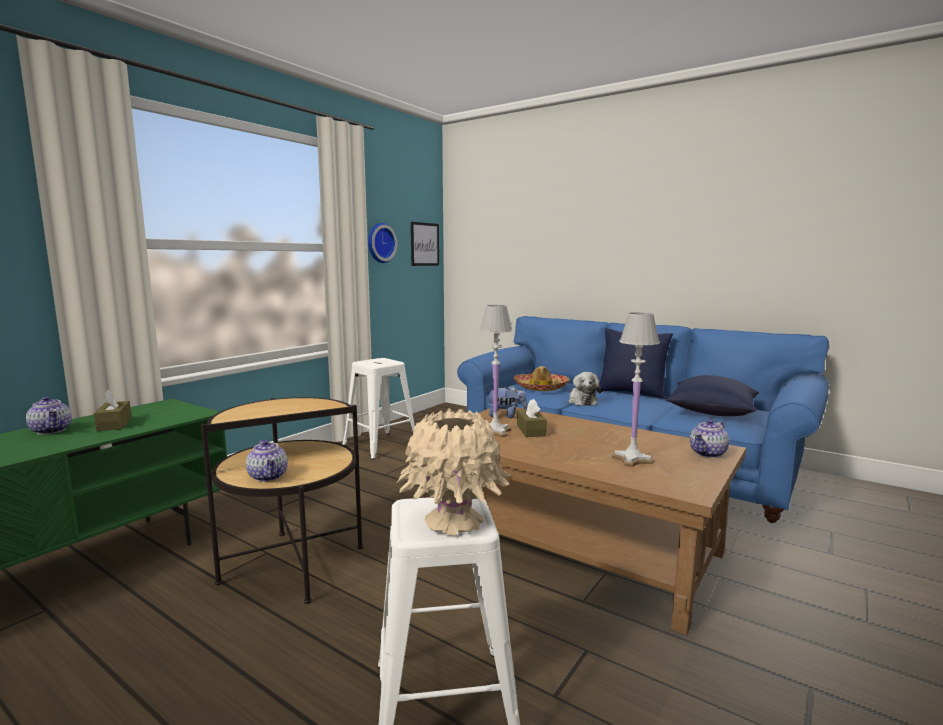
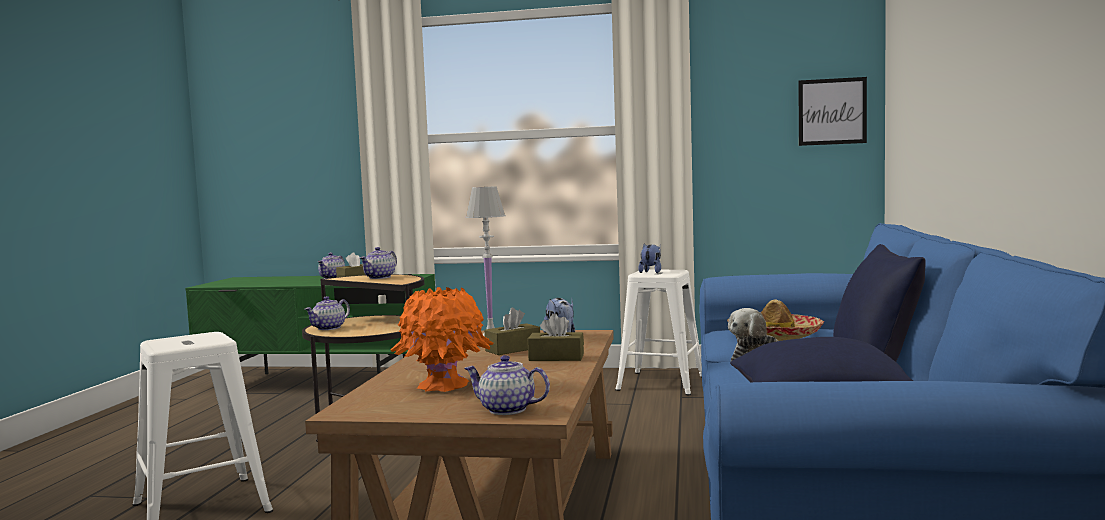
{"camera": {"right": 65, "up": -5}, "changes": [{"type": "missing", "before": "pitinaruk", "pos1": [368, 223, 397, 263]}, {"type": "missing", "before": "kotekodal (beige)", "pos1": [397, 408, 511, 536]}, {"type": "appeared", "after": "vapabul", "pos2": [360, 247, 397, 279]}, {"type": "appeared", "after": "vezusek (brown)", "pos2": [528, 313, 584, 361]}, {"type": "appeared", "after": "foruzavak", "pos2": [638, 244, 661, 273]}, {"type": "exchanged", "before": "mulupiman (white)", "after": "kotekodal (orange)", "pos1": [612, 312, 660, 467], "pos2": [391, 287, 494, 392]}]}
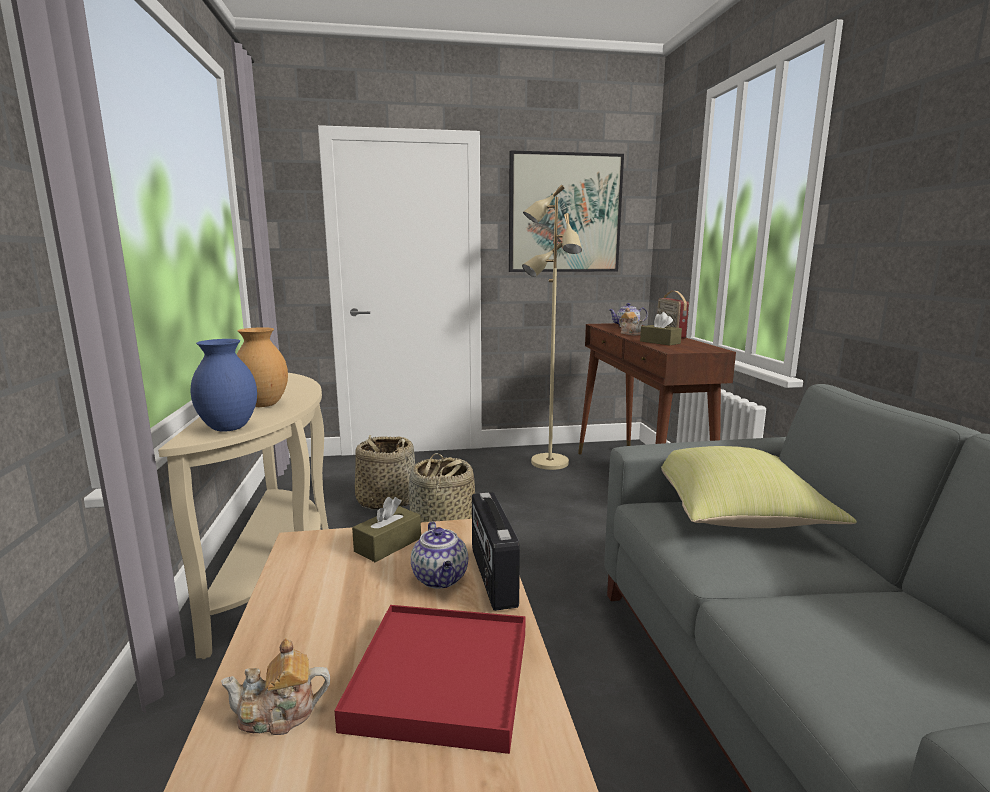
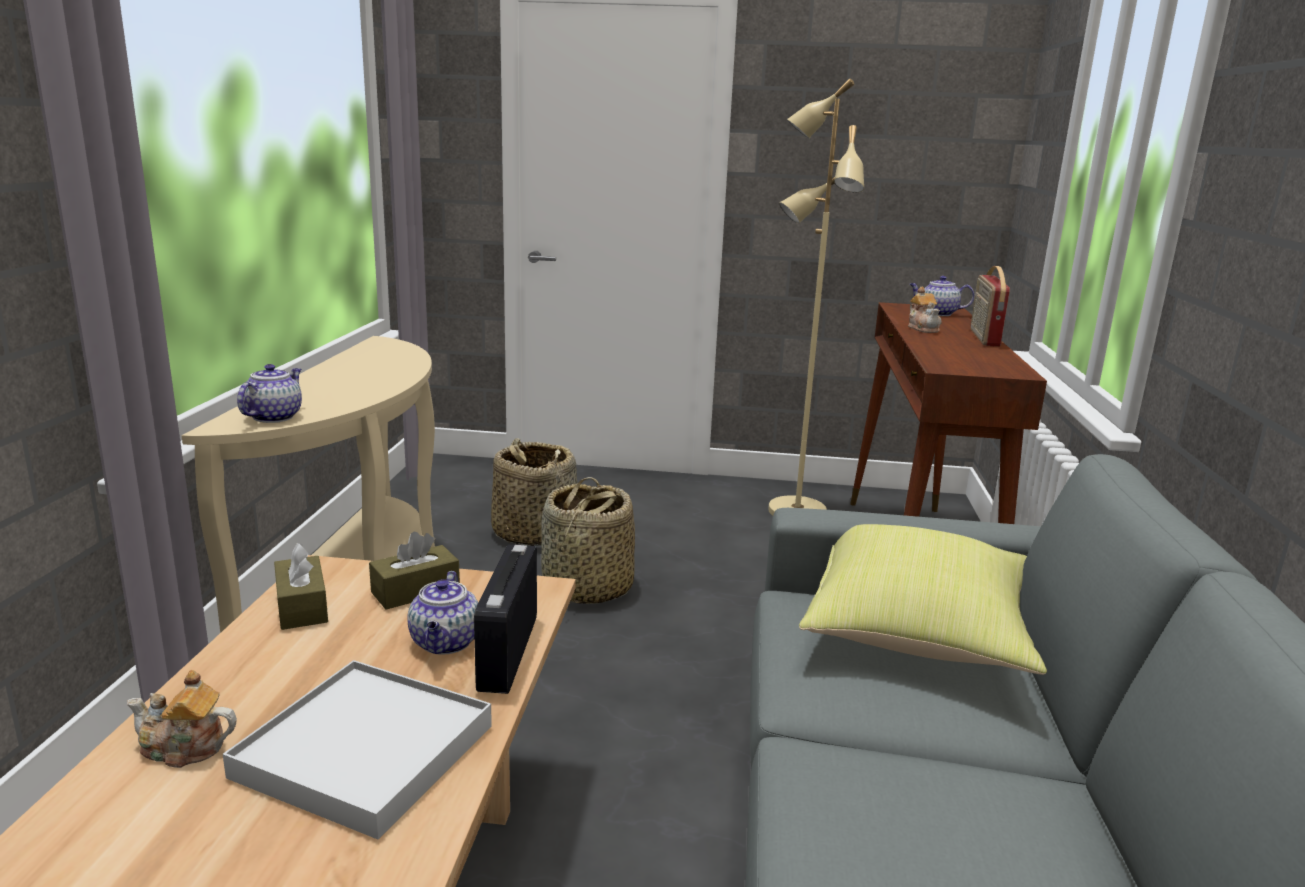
{"camera": {"right": 15, "up": 5}, "changes": [{"type": "missing", "before": "kotekodal (brown)", "pos1": [236, 327, 288, 407]}, {"type": "missing", "before": "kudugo", "pos1": [509, 151, 624, 272]}, {"type": "relocated", "before": "vezusek (brown)", "pos1": [640, 312, 682, 346], "pos2": [274, 543, 328, 630]}, {"type": "exchanged", "before": "kotekodal (blue)", "after": "vapabul", "pos1": [191, 339, 257, 432], "pos2": [237, 364, 302, 423]}, {"type": "colour", "before": "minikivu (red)", "after": "minikivu (white)", "pos1": [334, 605, 526, 754], "pos2": [223, 660, 492, 839]}]}
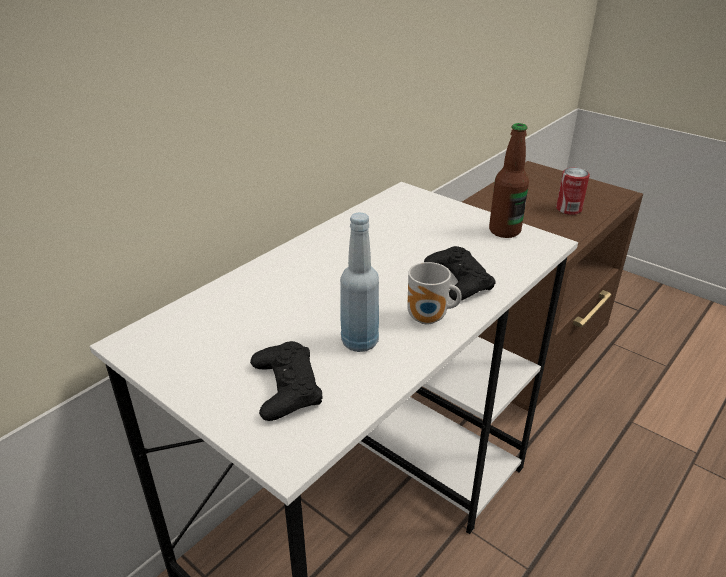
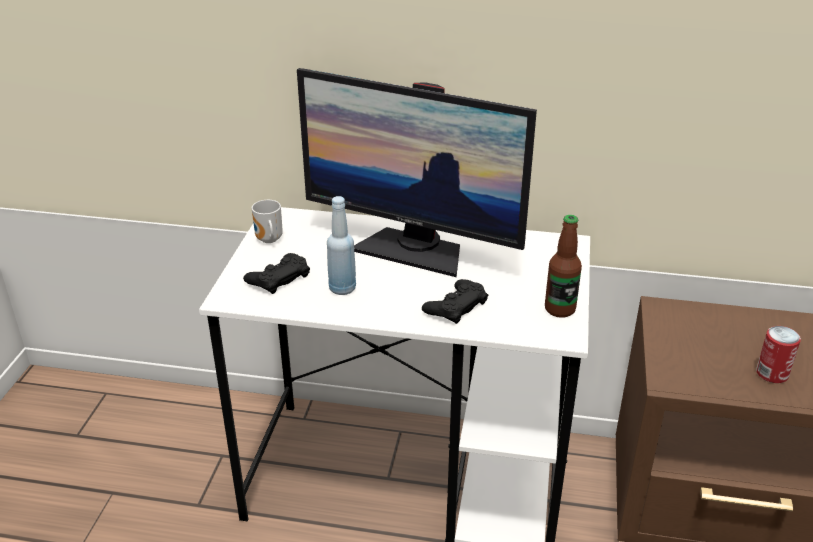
{"camera": {"right": 60, "up": 0}, "changes": [{"type": "appeared", "after": "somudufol", "pos2": [297, 68, 537, 277]}, {"type": "relocated", "before": "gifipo", "pos1": [407, 262, 462, 325], "pos2": [252, 200, 283, 243]}]}
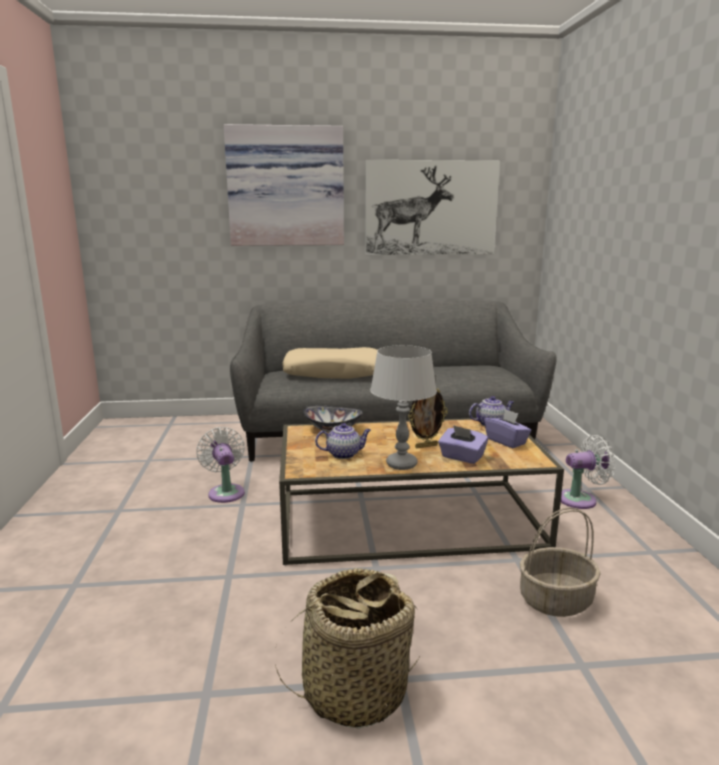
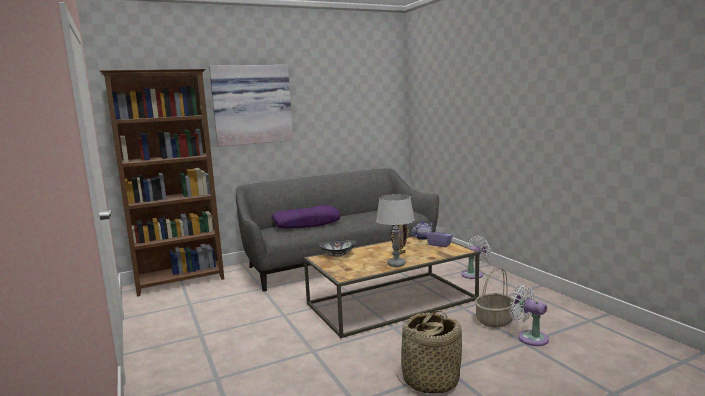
{"camera": {"right": -20, "up": -5}, "changes": [{"type": "missing", "before": "vapabul", "pos1": [315, 423, 371, 459]}, {"type": "missing", "before": "kudugo", "pos1": [365, 160, 500, 255]}, {"type": "missing", "before": "vezusek (purple)", "pos1": [438, 425, 488, 464]}, {"type": "appeared", "after": "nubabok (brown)", "pos2": [100, 69, 224, 297]}, {"type": "relocated", "before": "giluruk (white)", "pos1": [196, 427, 245, 503], "pos2": [509, 285, 549, 346]}, {"type": "colour", "before": "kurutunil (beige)", "after": "kurutunil (purple)", "pos1": [282, 347, 377, 379], "pos2": [272, 205, 340, 229]}]}
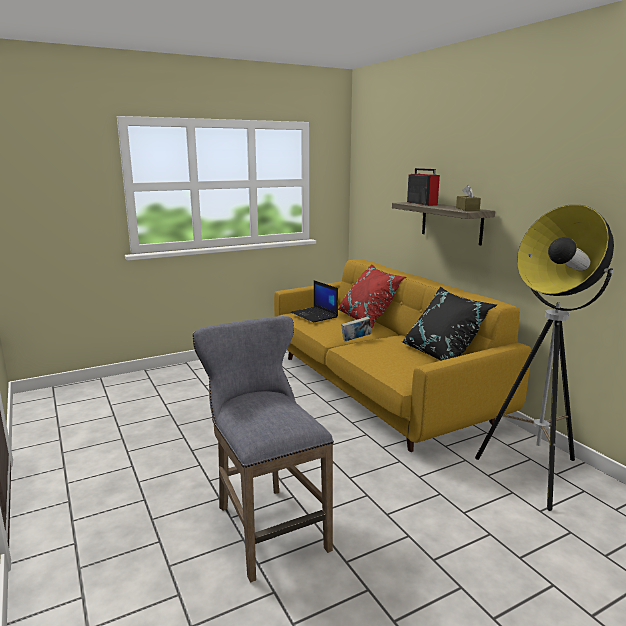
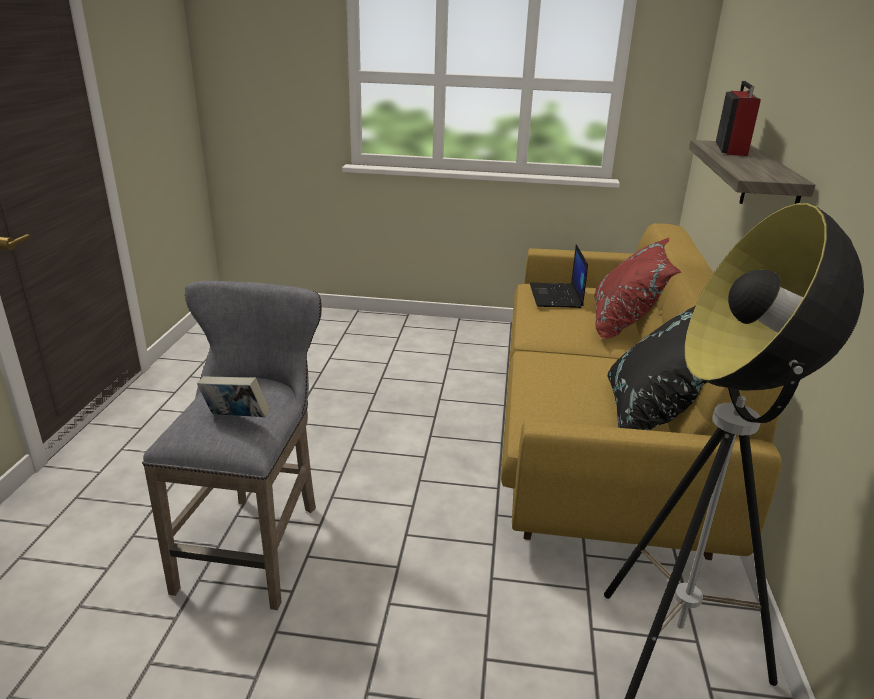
{"camera": {"right": 35, "up": 10}, "changes": [{"type": "missing", "before": "vezusek (brown)", "pos1": [456, 185, 481, 211]}, {"type": "relocated", "before": "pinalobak", "pos1": [341, 316, 371, 341], "pos2": [197, 376, 270, 417]}]}
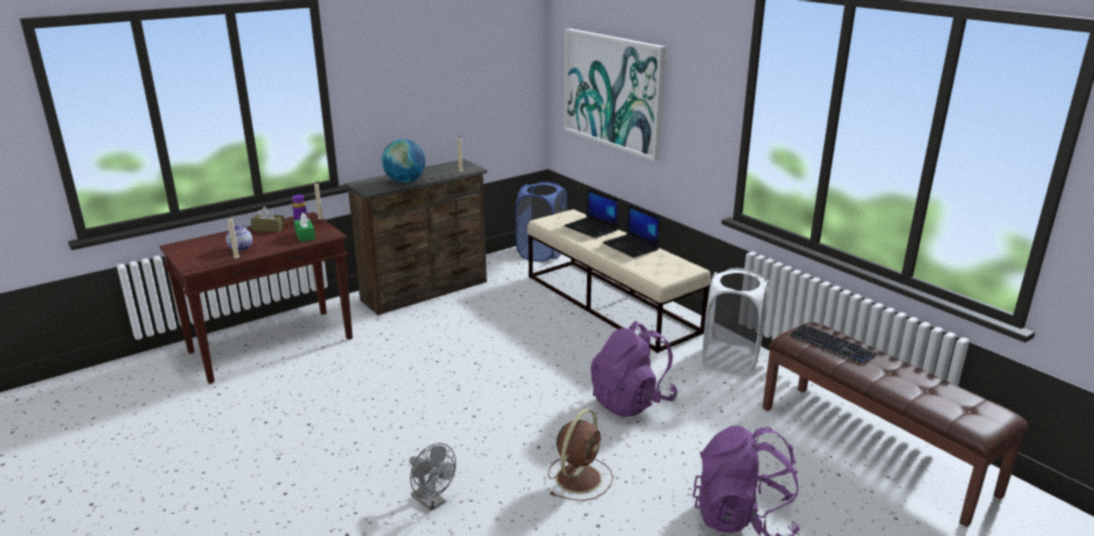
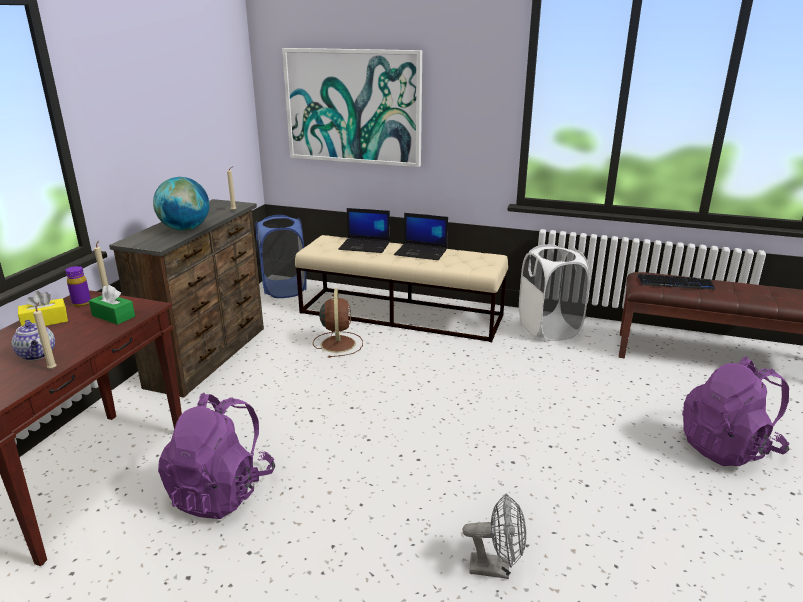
{"camera": {"right": -35, "up": 0}, "changes": [{"type": "relocated", "before": "giluruk (brown)", "pos1": [548, 409, 613, 501], "pos2": [313, 288, 363, 358]}, {"type": "relocated", "before": "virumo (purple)", "pos1": [591, 321, 678, 417], "pos2": [158, 393, 275, 519]}, {"type": "colour", "before": "vezusek (brown)", "after": "vezusek (yellow)", "pos1": [251, 206, 285, 232], "pos2": [18, 291, 68, 326]}]}
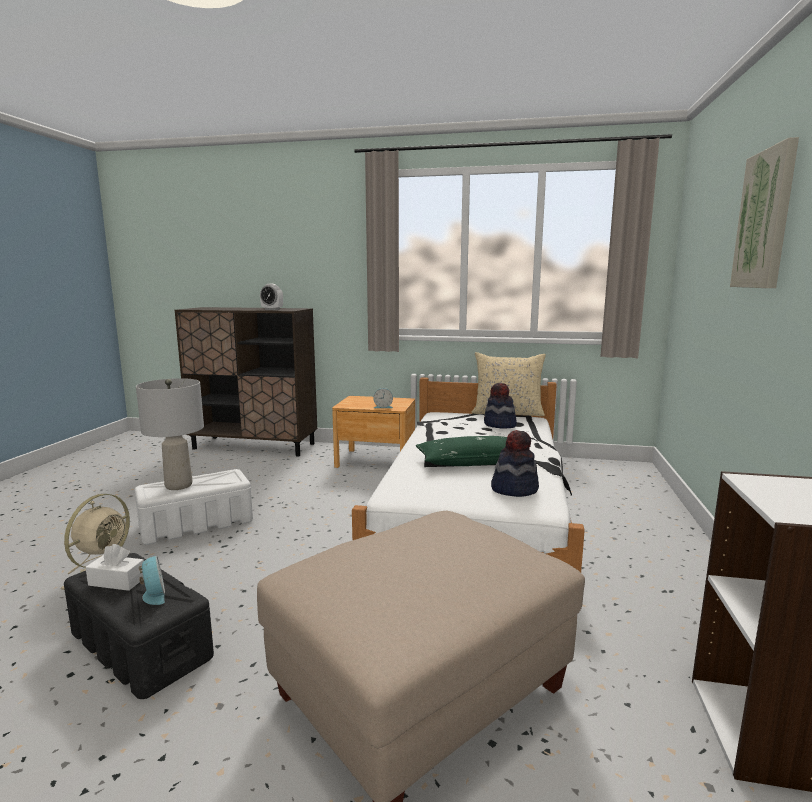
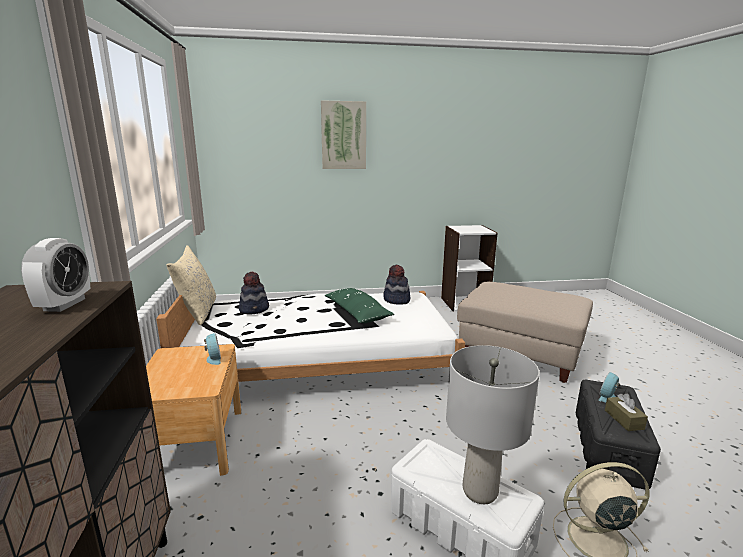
{"camera": {"right": -110, "up": 5}, "changes": [{"type": "colour", "before": "vezusek (white)", "after": "vezusek (brown)", "pos1": [85, 544, 144, 591], "pos2": [605, 394, 648, 431]}]}
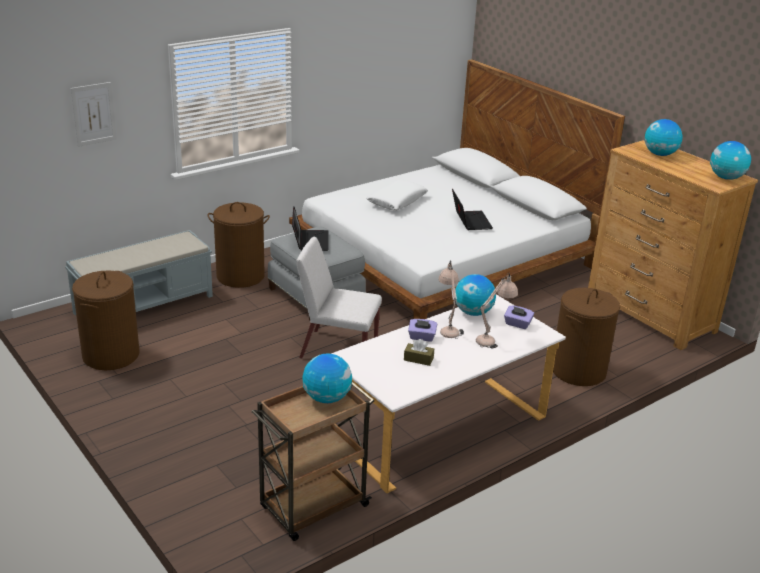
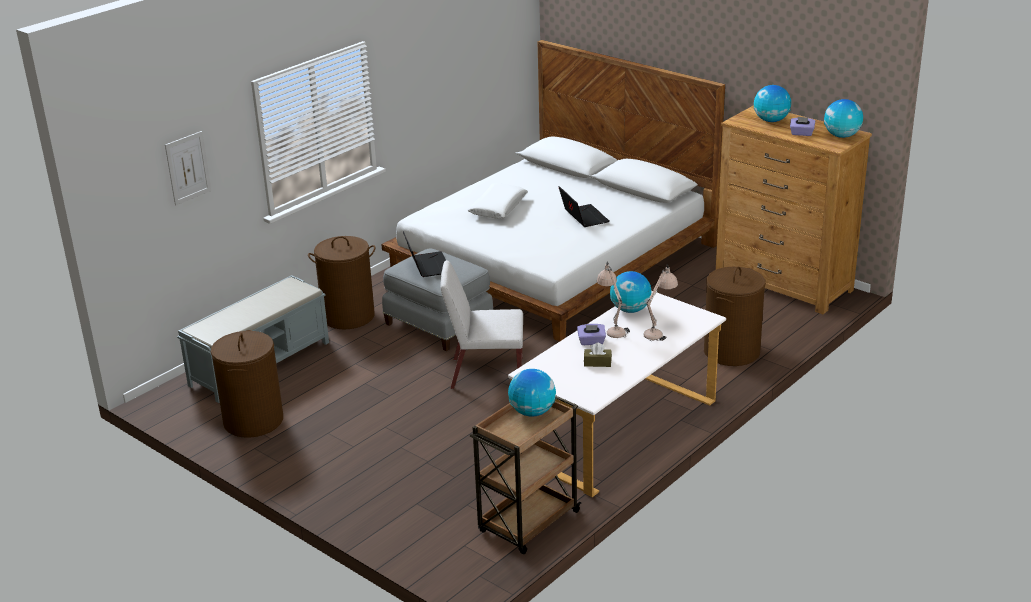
{"camera": {"right": -10, "up": 0}, "changes": [{"type": "relocated", "before": "vezusek (purple)", "pos1": [504, 306, 534, 329], "pos2": [790, 117, 815, 136]}]}
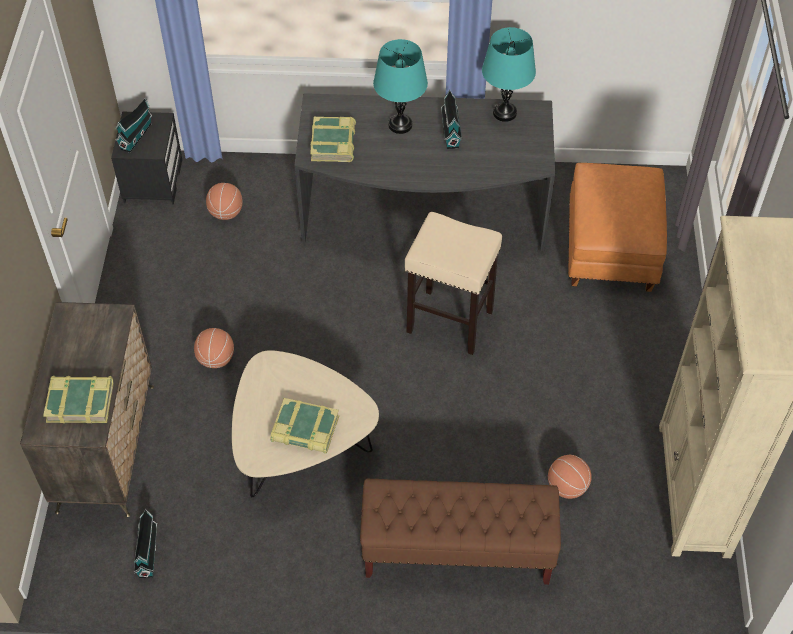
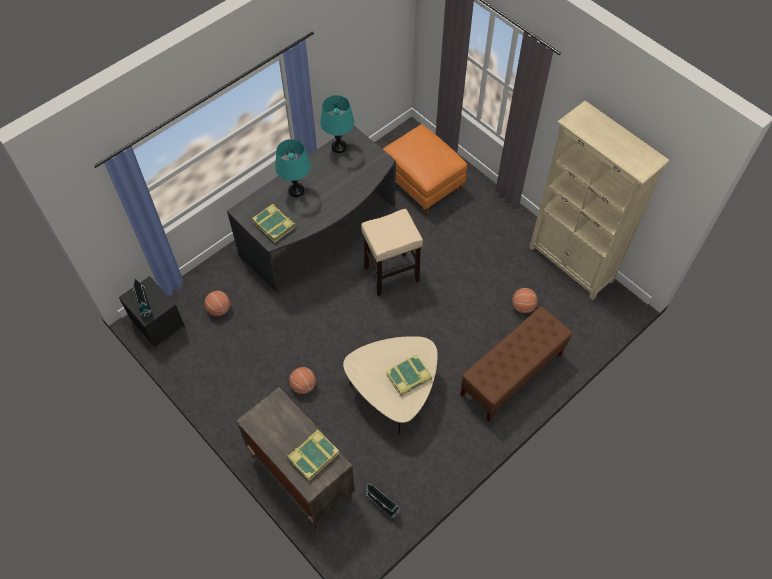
{"camera": {"right": -45, "up": 5}, "changes": [{"type": "missing", "before": "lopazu", "pos1": [441, 90, 462, 149]}]}
